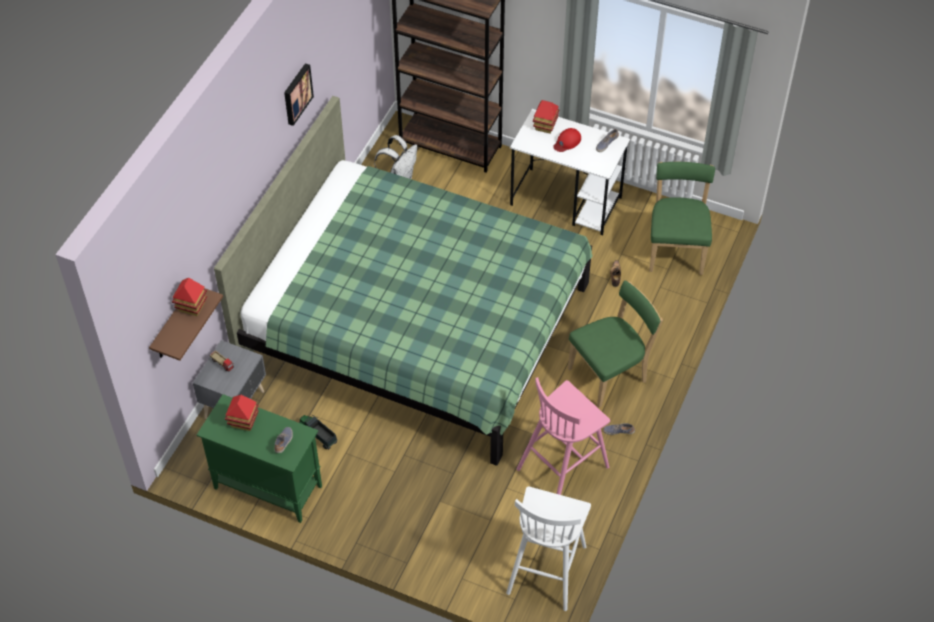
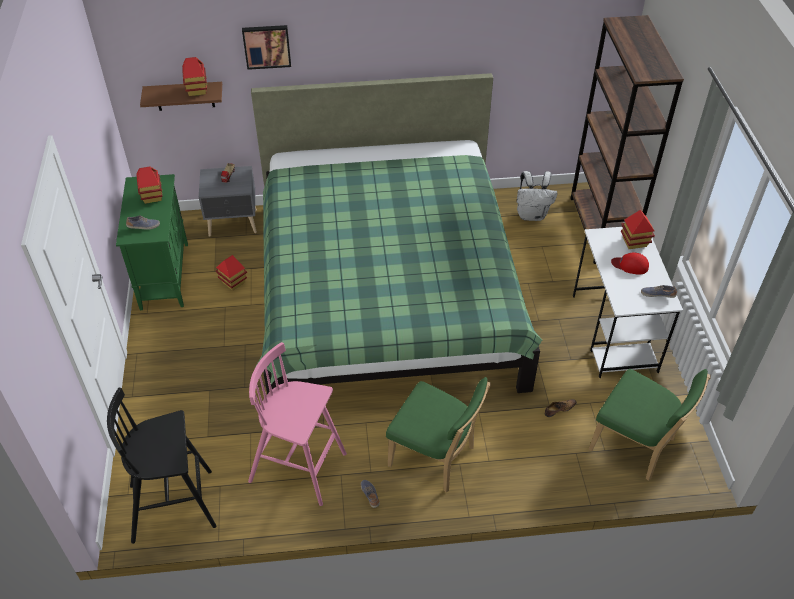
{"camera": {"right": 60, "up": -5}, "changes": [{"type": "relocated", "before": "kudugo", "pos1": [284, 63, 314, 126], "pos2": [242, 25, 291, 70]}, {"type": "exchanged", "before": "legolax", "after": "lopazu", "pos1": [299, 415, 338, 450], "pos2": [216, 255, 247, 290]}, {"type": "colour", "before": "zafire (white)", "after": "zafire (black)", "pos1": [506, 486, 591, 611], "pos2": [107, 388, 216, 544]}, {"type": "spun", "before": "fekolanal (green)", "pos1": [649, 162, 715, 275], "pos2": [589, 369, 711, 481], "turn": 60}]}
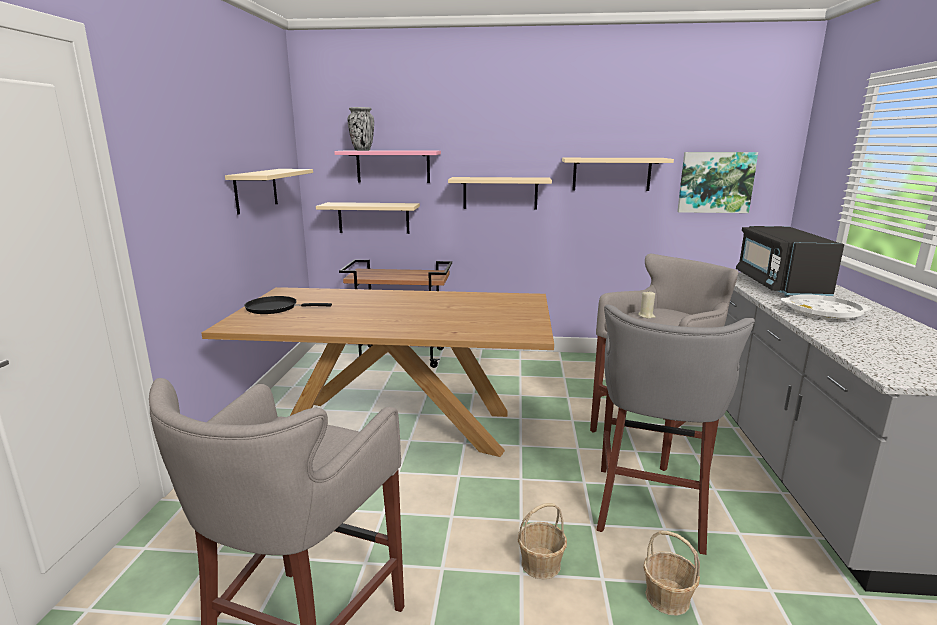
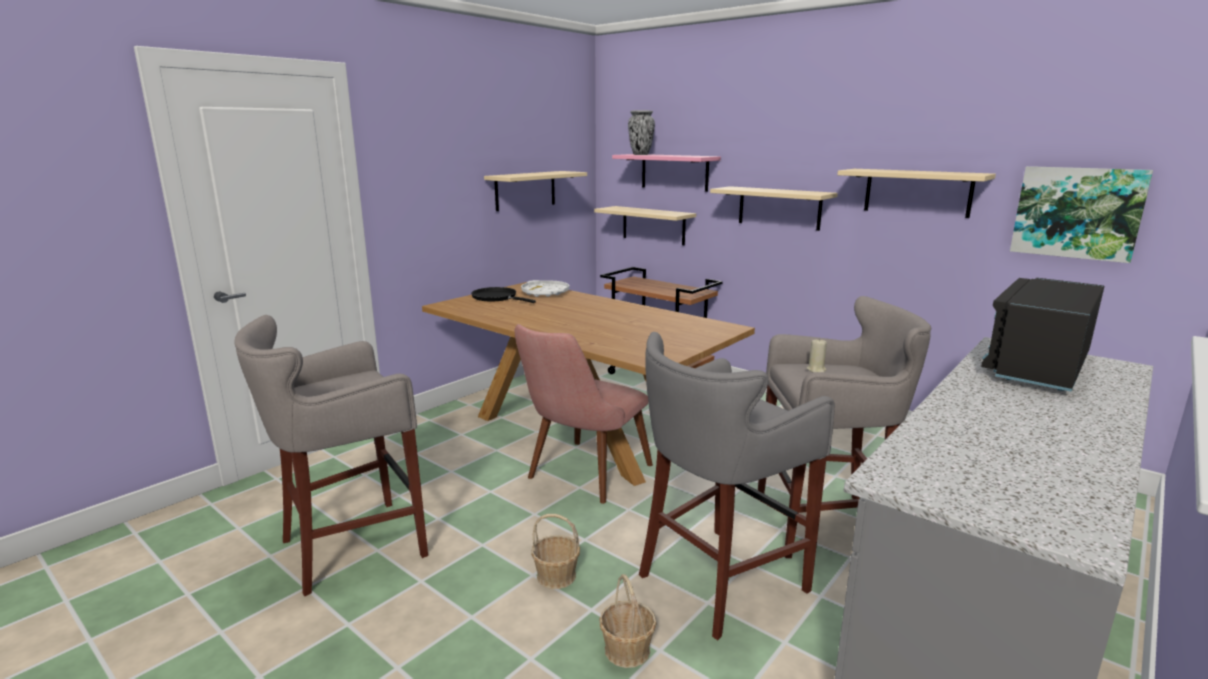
{"camera": {"right": 35, "up": 0}, "changes": [{"type": "appeared", "after": "fekolanal (pink)", "pos2": [515, 324, 653, 504]}, {"type": "relocated", "before": "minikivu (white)", "pos1": [781, 295, 872, 321], "pos2": [521, 280, 570, 297]}]}
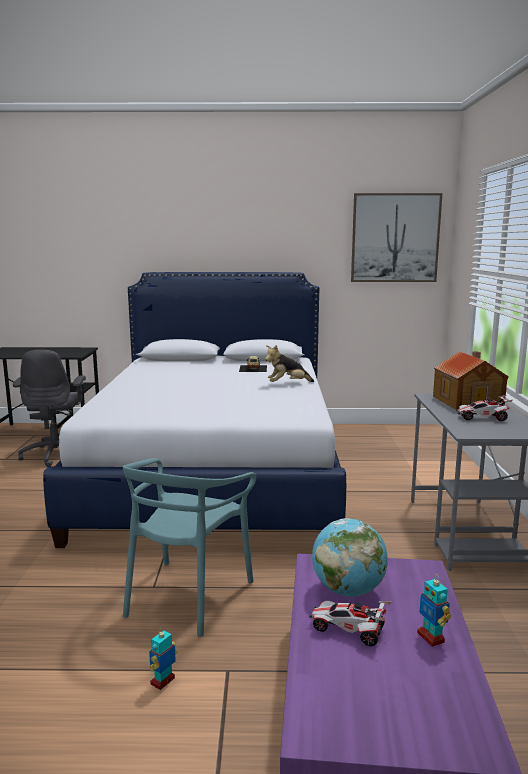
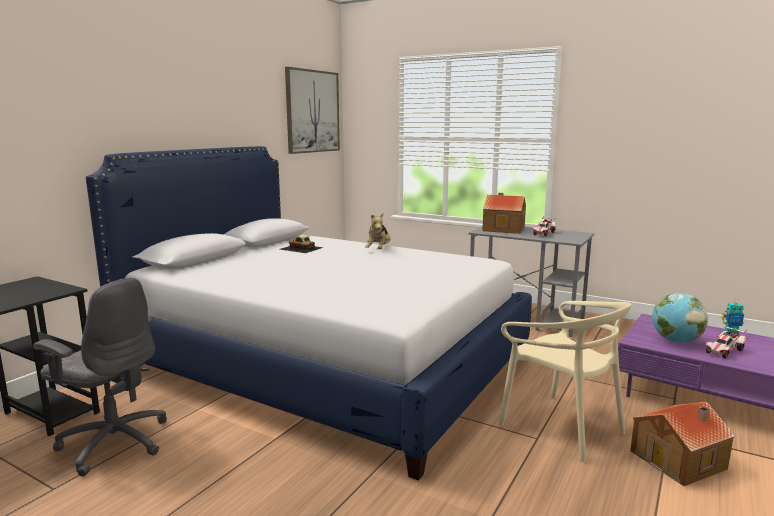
{"camera": {"right": -60, "up": 0}, "changes": [{"type": "exchanged", "before": "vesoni", "after": "lopazu", "pos1": [149, 627, 177, 690], "pos2": [630, 401, 735, 486]}, {"type": "colour", "before": "fekolanal (turquoise)", "after": "fekolanal (beige)", "pos1": [123, 458, 256, 637], "pos2": [498, 301, 632, 462]}]}
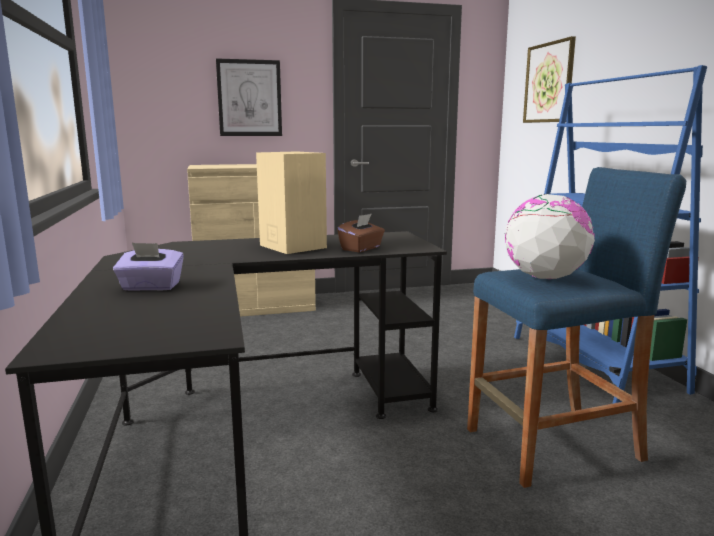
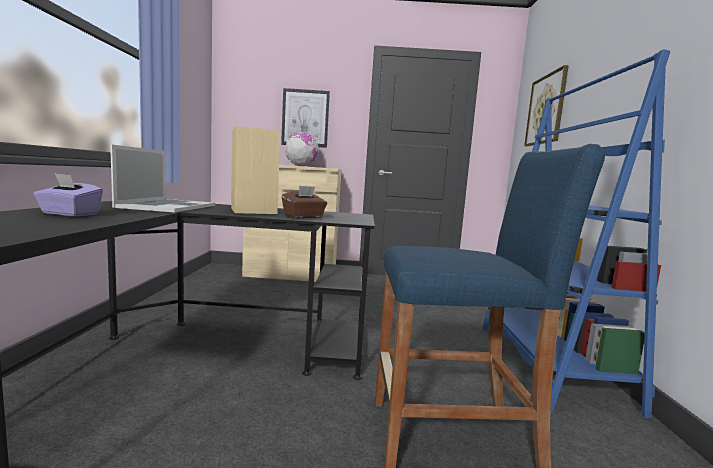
{"camera": {"right": 15, "up": -5}, "changes": [{"type": "appeared", "after": "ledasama", "pos2": [110, 145, 215, 213]}, {"type": "relocated", "before": "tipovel", "pos1": [504, 194, 595, 279], "pos2": [285, 132, 319, 166]}]}
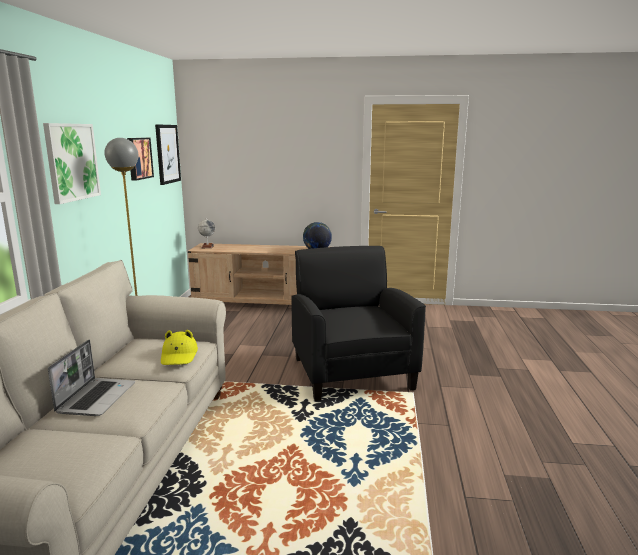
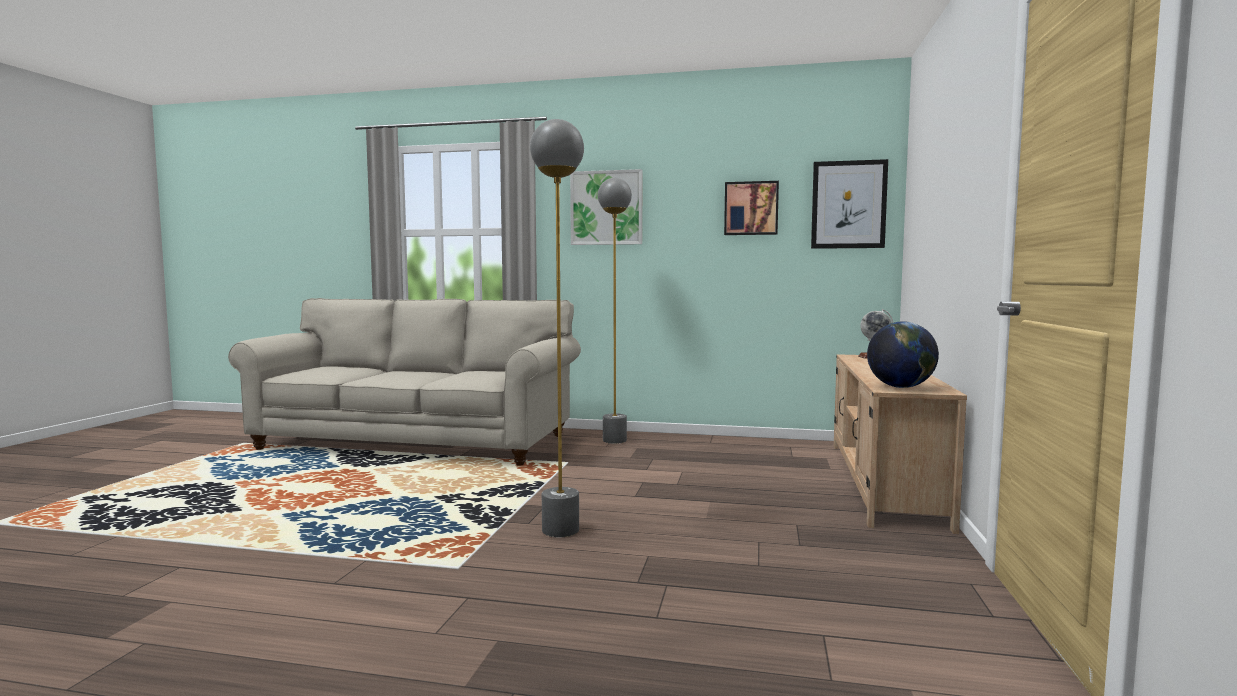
{"camera": {"right": 95, "up": -10}, "changes": [{"type": "missing", "before": "ledasama", "pos1": [48, 340, 135, 416]}, {"type": "missing", "before": "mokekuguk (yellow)", "pos1": [161, 330, 198, 365]}, {"type": "exchanged", "before": "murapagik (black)", "after": "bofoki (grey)", "pos1": [291, 246, 426, 401], "pos2": [530, 119, 584, 537]}]}
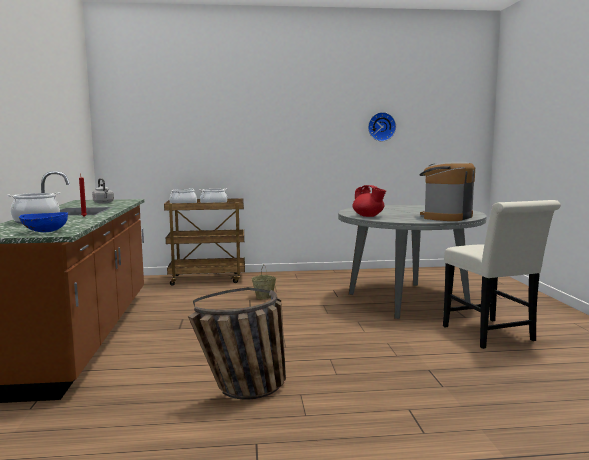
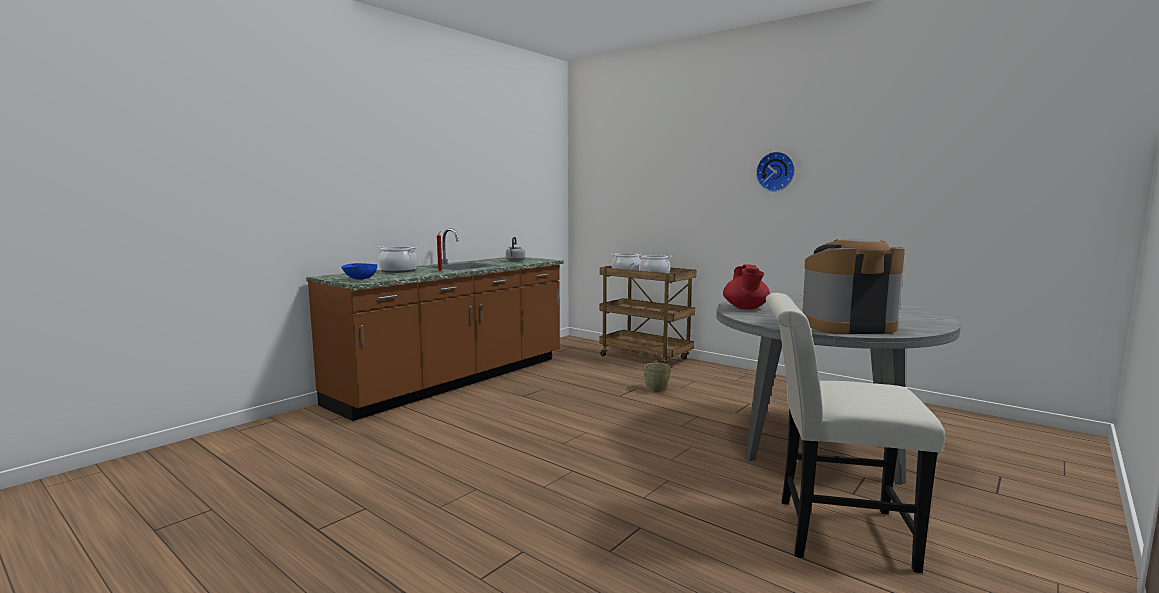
{"camera": {"right": 45, "up": 0}, "changes": [{"type": "missing", "before": "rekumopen", "pos1": [188, 287, 286, 399]}, {"type": "relocated", "before": "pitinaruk", "pos1": [368, 112, 396, 141], "pos2": [756, 152, 795, 192]}, {"type": "spun", "before": "fekolanal (white)", "pos1": [443, 200, 561, 349], "pos2": [766, 293, 945, 573], "turn": 75}]}
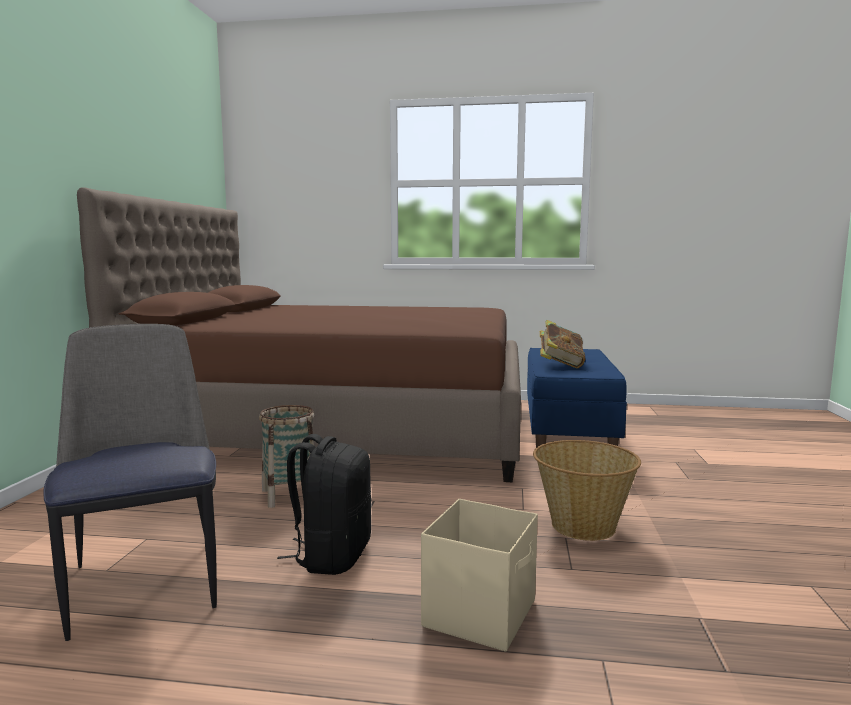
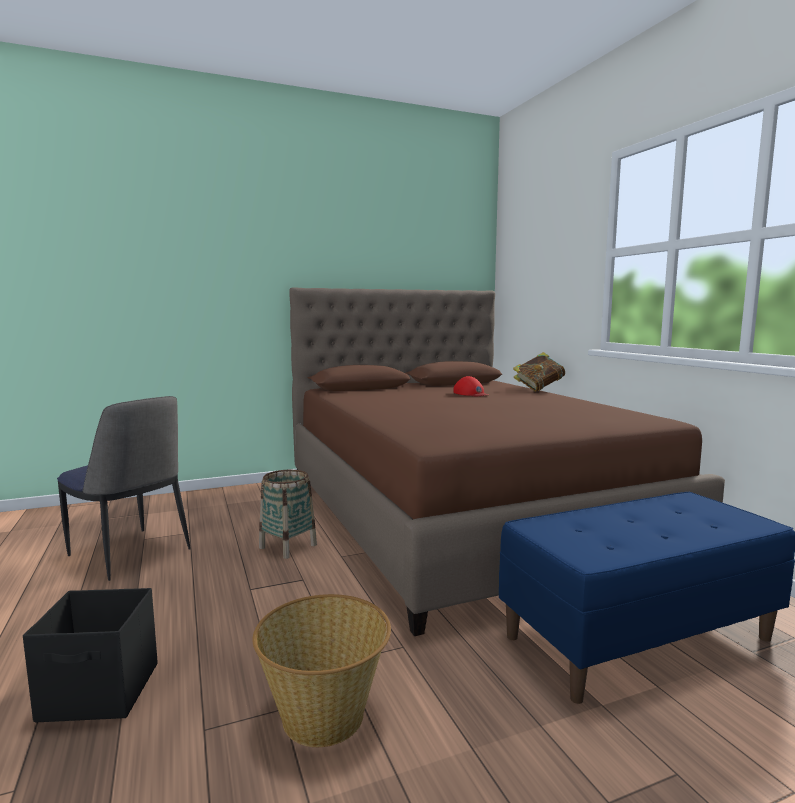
{"camera": {"right": 60, "up": 0}, "changes": [{"type": "missing", "before": "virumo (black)", "pos1": [277, 434, 372, 575]}, {"type": "appeared", "after": "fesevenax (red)", "pos2": [453, 376, 488, 397]}, {"type": "relocated", "before": "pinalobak", "pos1": [540, 320, 585, 368], "pos2": [513, 352, 565, 392]}, {"type": "colour", "before": "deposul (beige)", "after": "deposul (black)", "pos1": [421, 499, 538, 652], "pos2": [23, 588, 158, 722]}, {"type": "spun", "before": "fekolanal", "pos1": [43, 324, 217, 641], "pos2": [57, 396, 191, 581], "turn": 90}]}
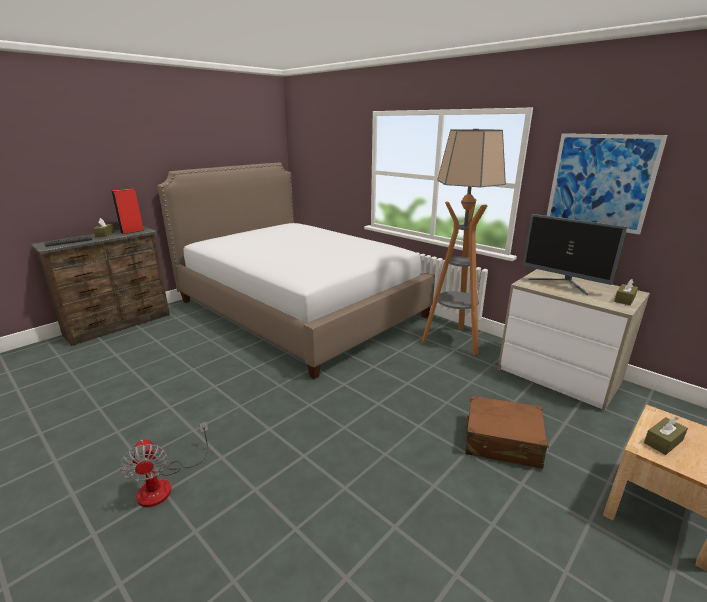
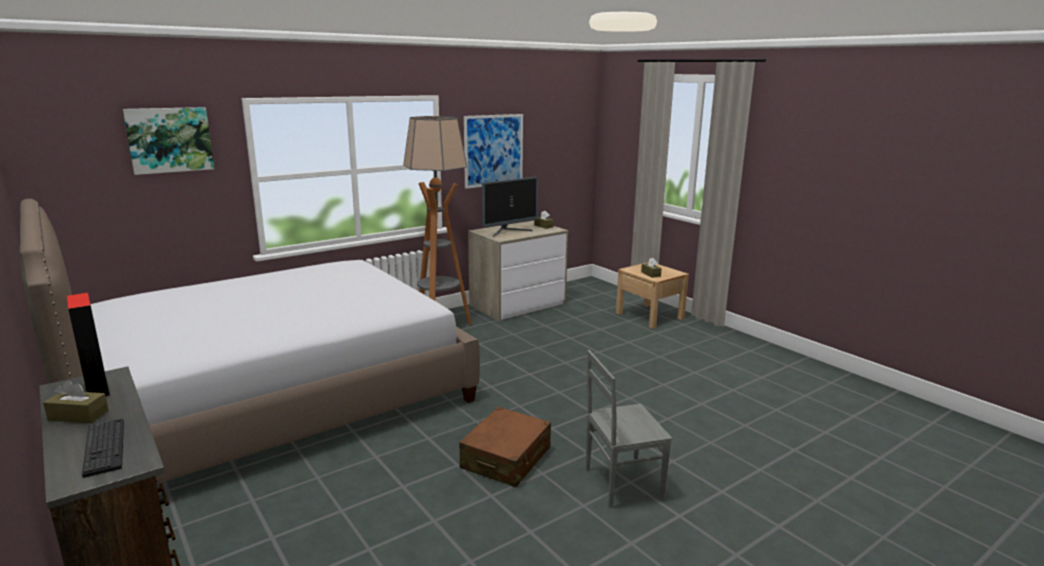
{"camera": {"right": -80, "up": -5}, "changes": [{"type": "appeared", "after": "kudugo", "pos2": [123, 107, 214, 175]}, {"type": "relocated", "before": "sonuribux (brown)", "pos1": [465, 396, 549, 469], "pos2": [459, 407, 551, 487]}, {"type": "exchanged", "before": "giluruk", "after": "fekolanal (grey)", "pos1": [119, 422, 208, 507], "pos2": [586, 350, 672, 508]}]}
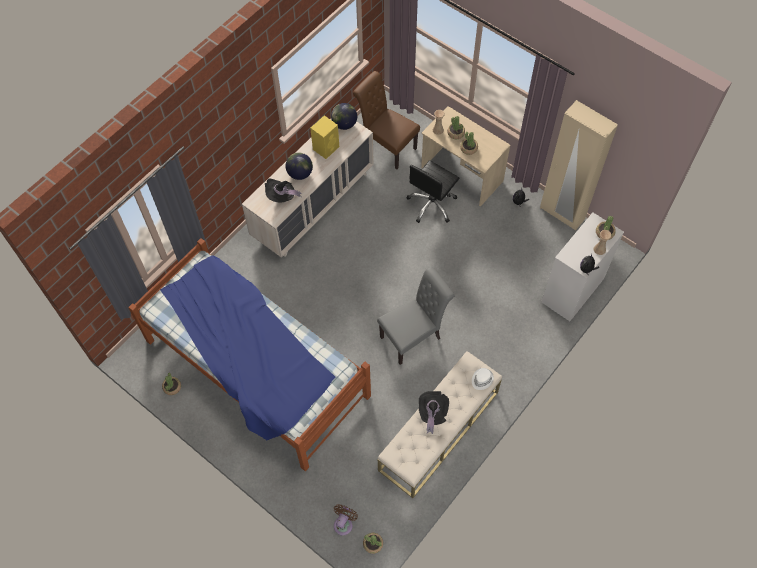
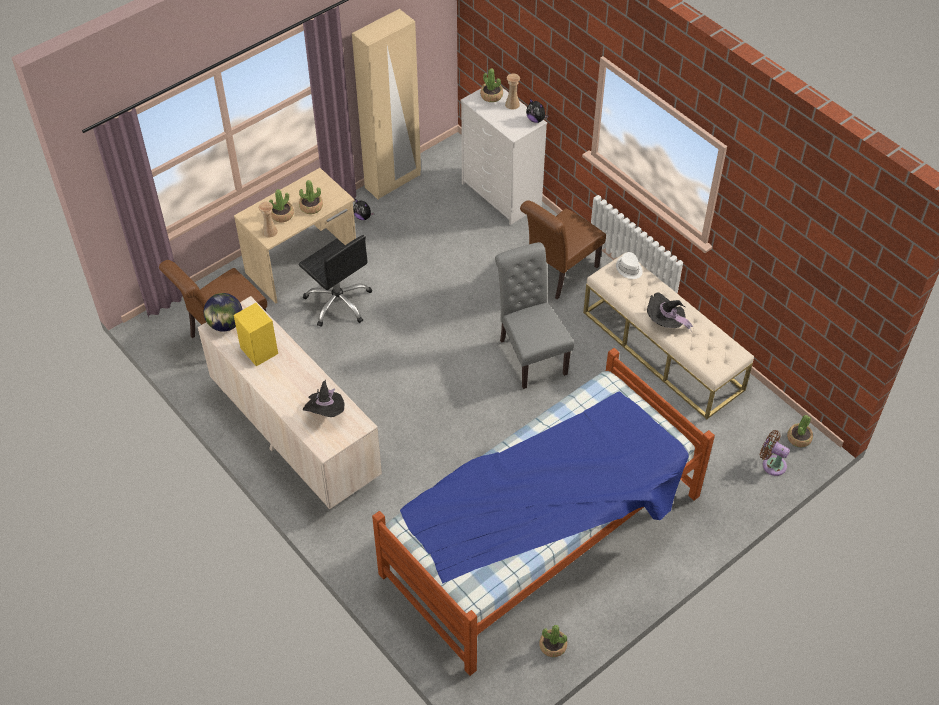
{"camera": {"right": -80, "up": -10}, "changes": [{"type": "missing", "before": "tipovel", "pos1": [286, 153, 313, 180]}, {"type": "appeared", "after": "fekolanal (brown)", "pos2": [520, 200, 606, 300]}]}
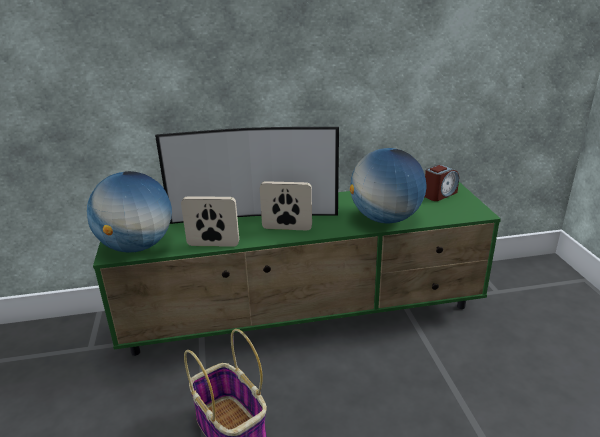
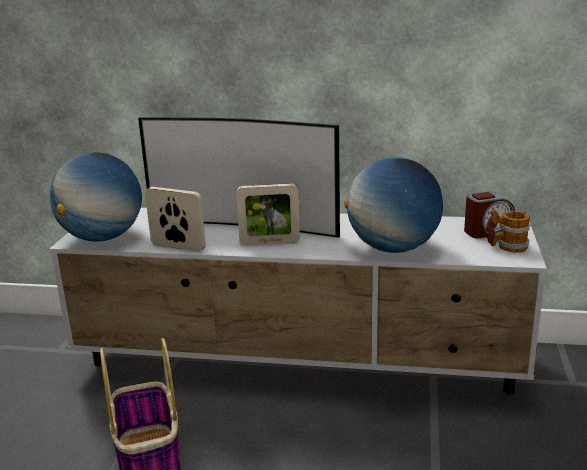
{"camera": {"right": 20, "up": -5}, "changes": [{"type": "appeared", "after": "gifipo", "pos2": [486, 210, 530, 252]}, {"type": "colour", "before": "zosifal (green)", "after": "zosifal (white)", "pos1": [93, 182, 501, 356], "pos2": [49, 208, 547, 394]}, {"type": "spun", "before": "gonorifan", "pos1": [260, 181, 312, 230], "pos2": [236, 183, 300, 245], "turn": 150}]}
